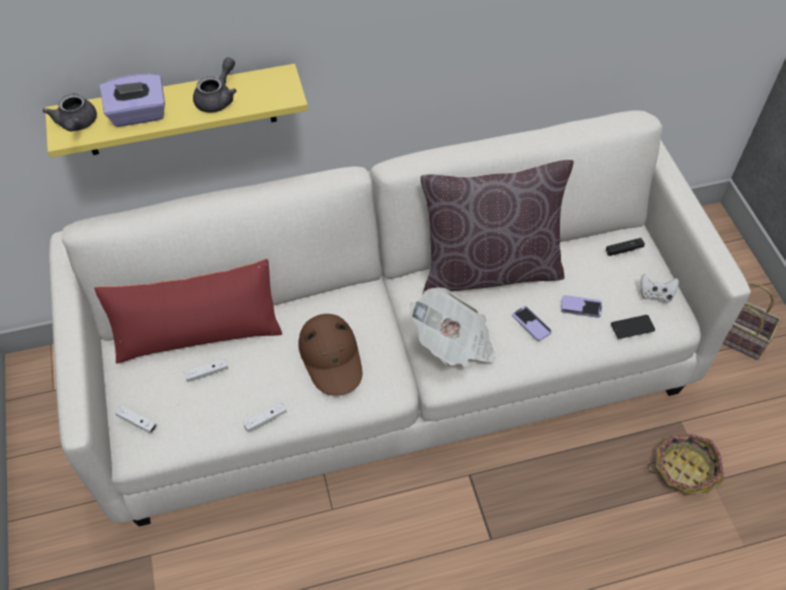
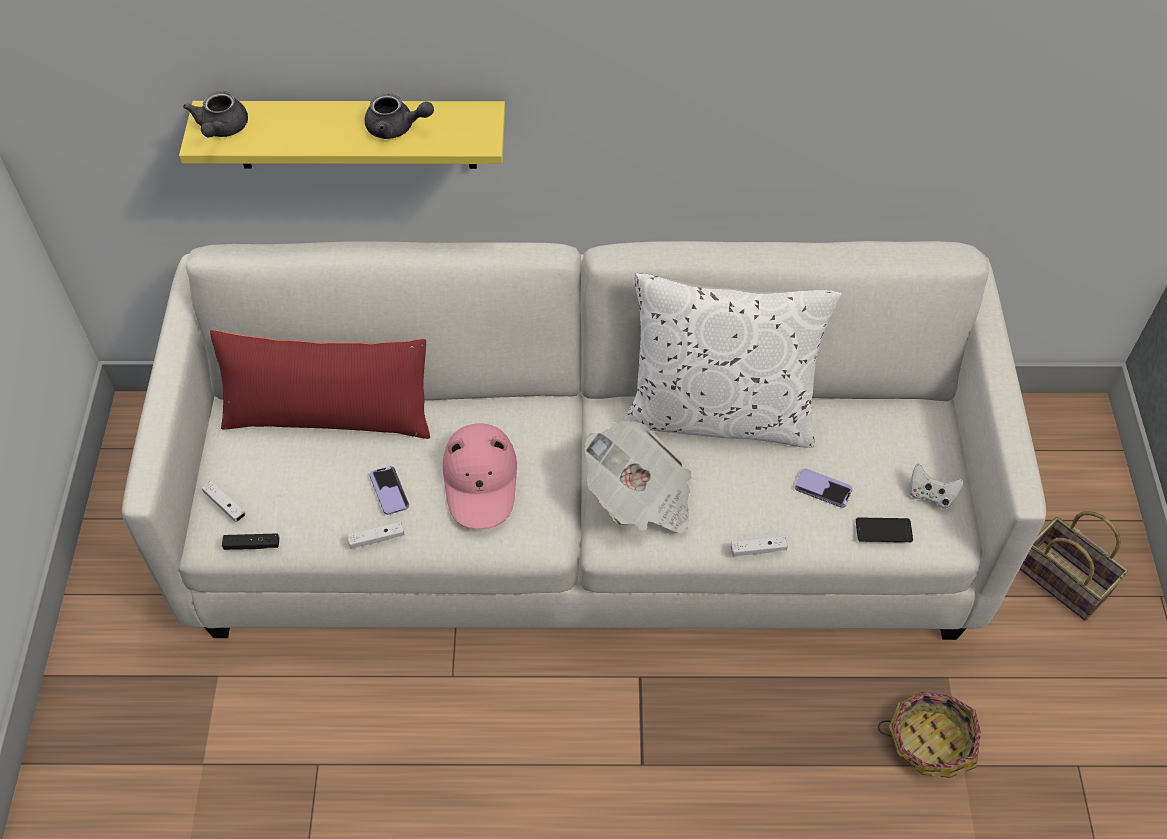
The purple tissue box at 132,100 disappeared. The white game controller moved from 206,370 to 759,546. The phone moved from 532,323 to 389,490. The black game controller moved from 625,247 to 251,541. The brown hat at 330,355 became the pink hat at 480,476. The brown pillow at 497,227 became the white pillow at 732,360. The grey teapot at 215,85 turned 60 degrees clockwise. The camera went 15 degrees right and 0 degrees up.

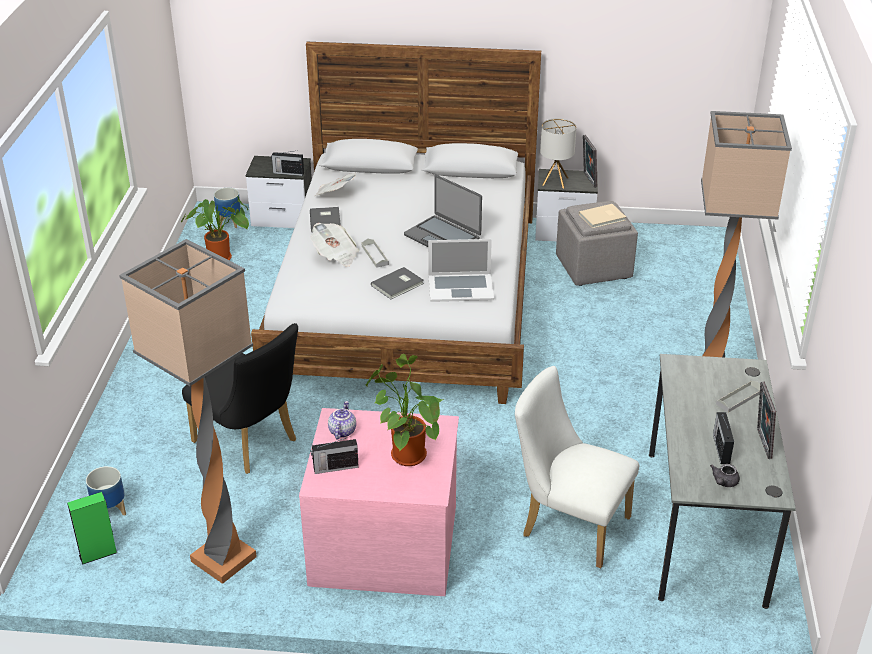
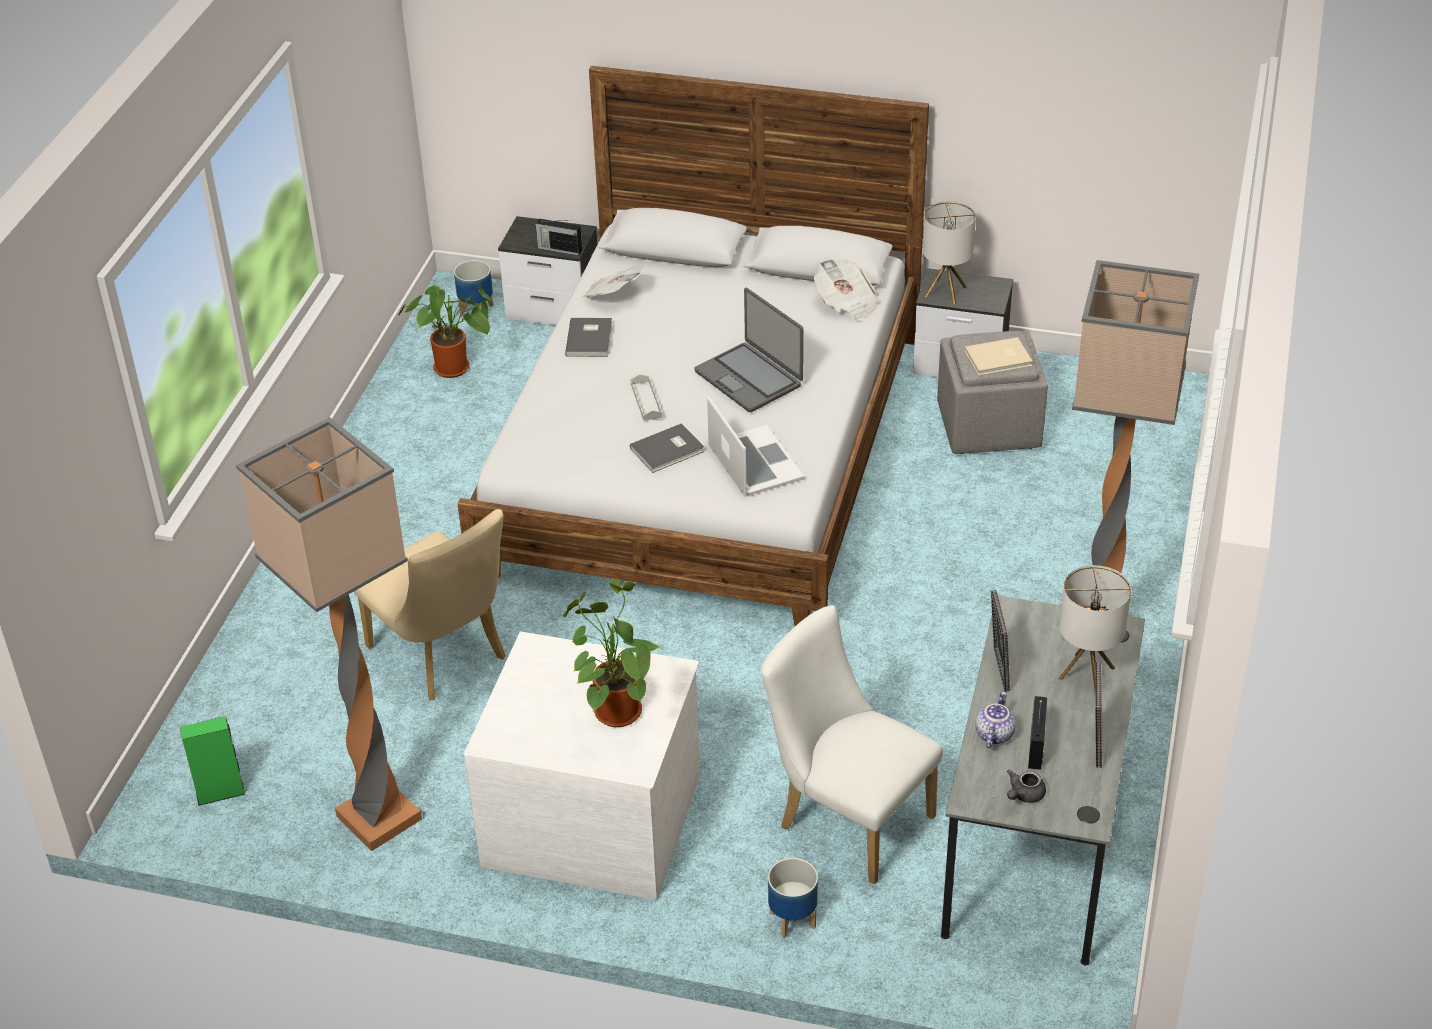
The radio at 334,455 disappeared. The planter moved from 106,490 to 793,898. The newspaper moved from 335,245 to 846,289. The teapot moved from 342,420 to 996,720. The picture frame moved from 590,161 to 1000,641. The grey tray at 738,396 was replaced by the table lamp at 1095,627. The black chair at 240,398 became the beige chair at 430,604. The pink dresser at 379,502 became the white dresser at 582,765. The laptop at 461,270 turned 120 degrees counterclockwise. The camera went 10 degrees right and 5 degrees up.

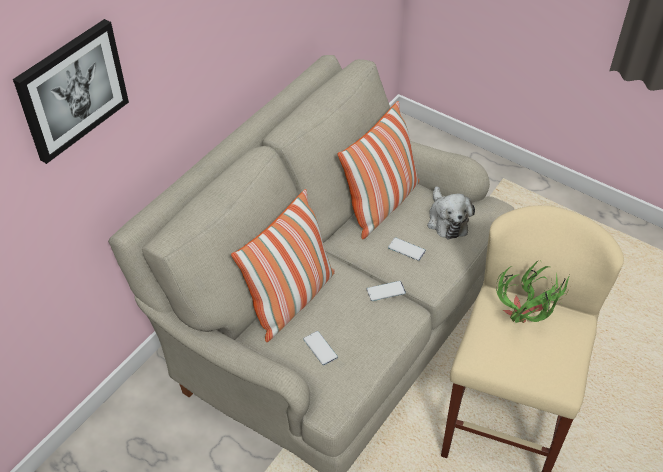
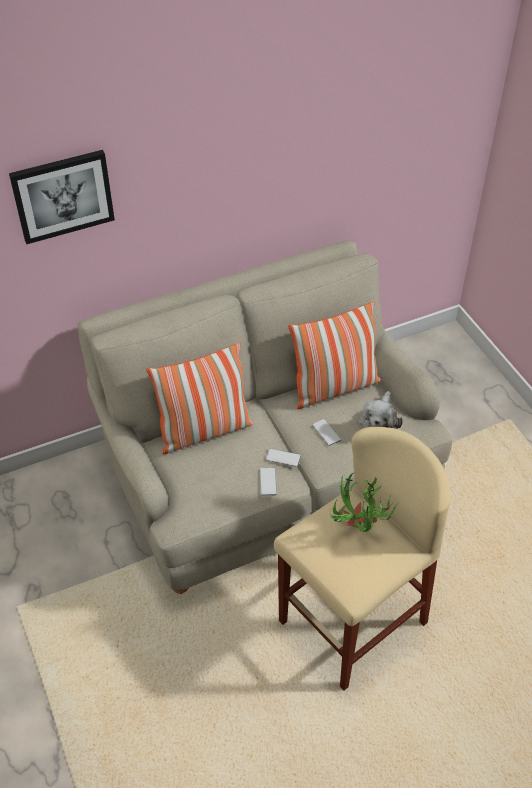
The phone moved from 320,348 to 268,481. The camera went 30 degrees right and 0 degrees up.

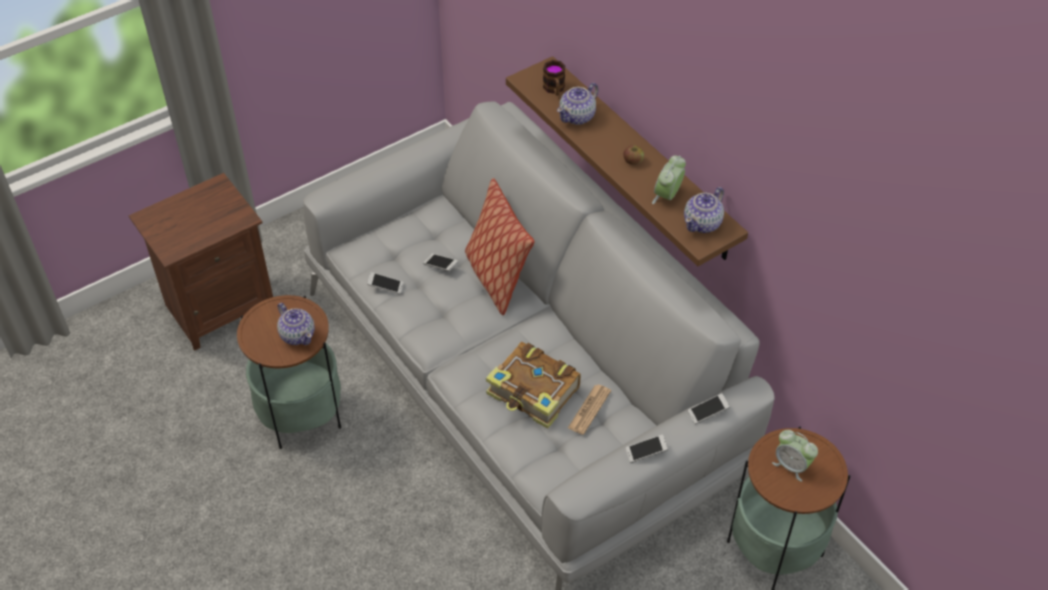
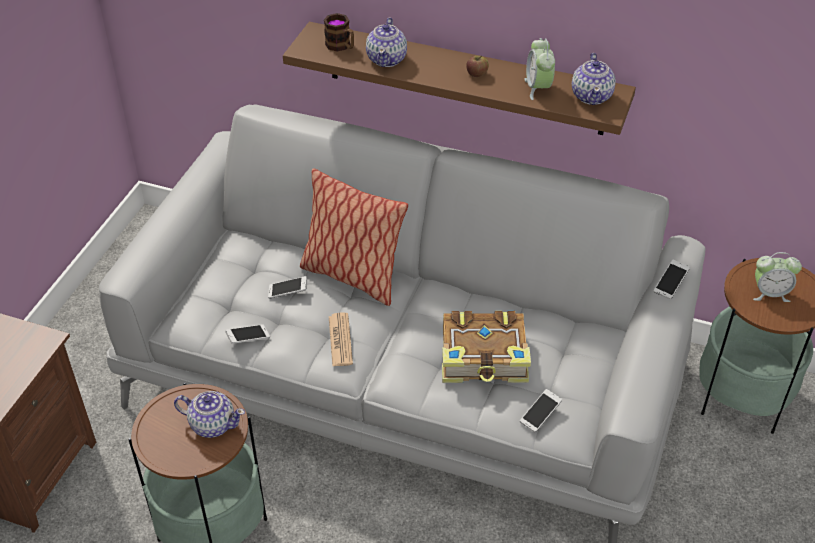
The newspaper moved from 589,410 to 341,340. The phone moved from 647,448 to 541,410. The camera went 35 degrees left and 5 degrees down.

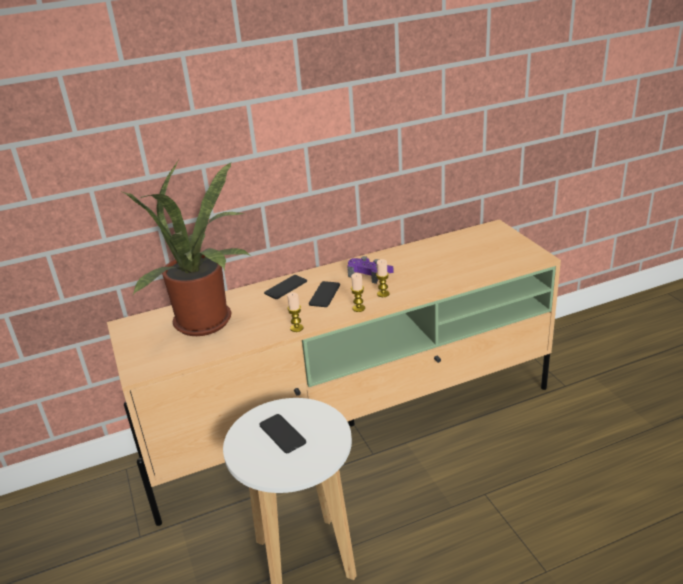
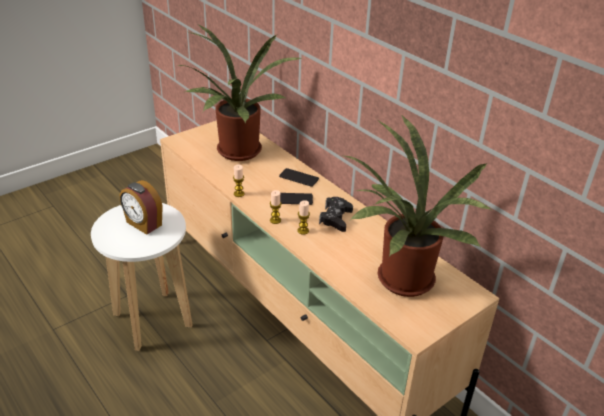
The potted plant at 416,205 appeared. The phone at 282,433 was replaced by the alarm clock at 141,207. The purple game controller at 370,270 became the black game controller at 336,214. The camera went 70 degrees right and 5 degrees up.

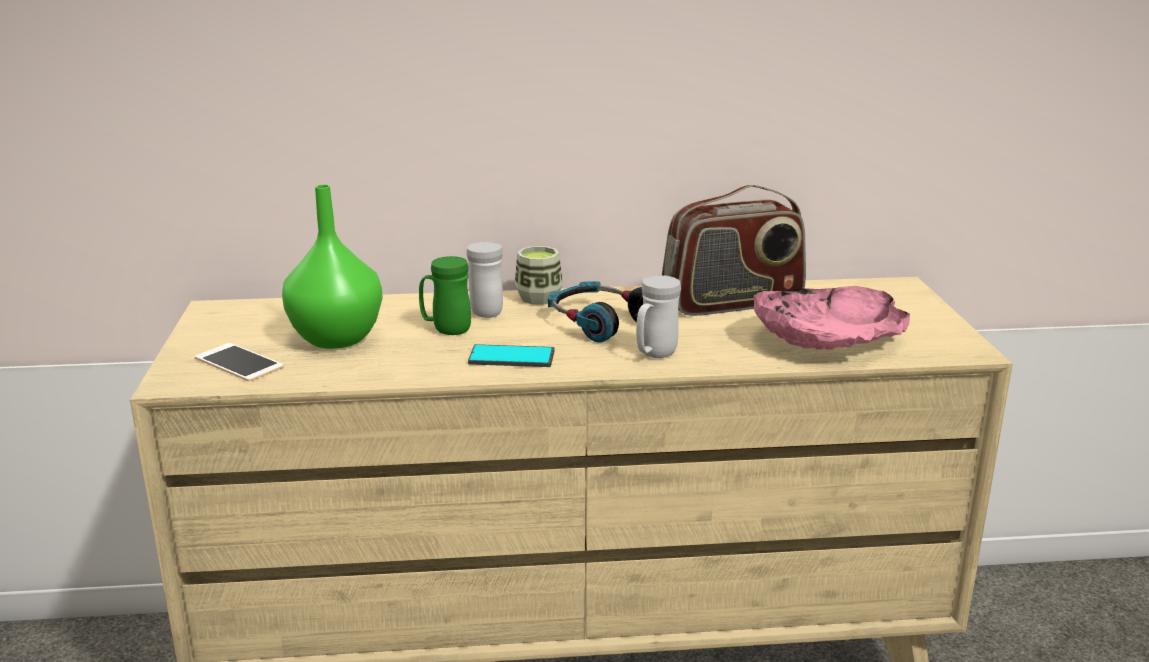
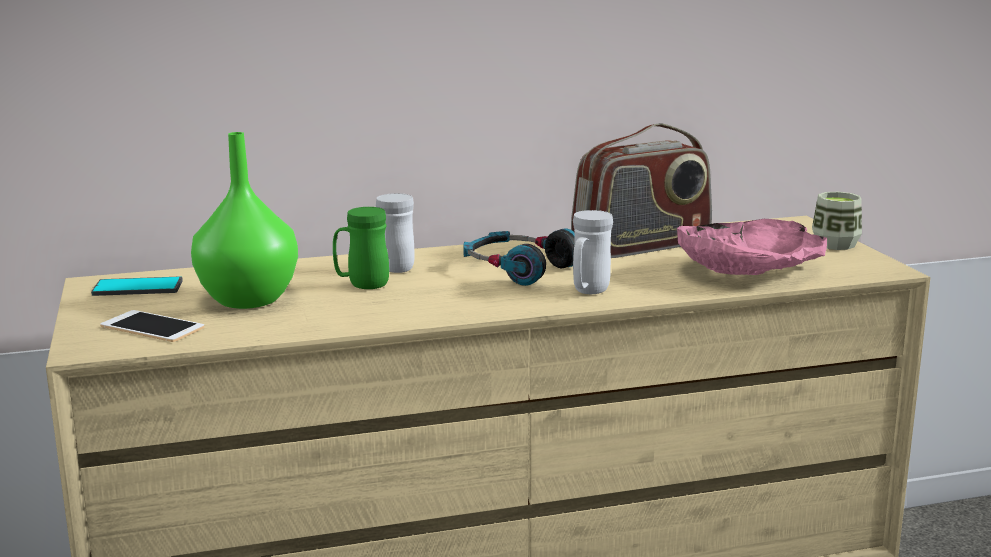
The phone moved from 511,355 to 137,286. The cup moved from 539,275 to 837,221. The camera went 10 degrees left and 5 degrees down.

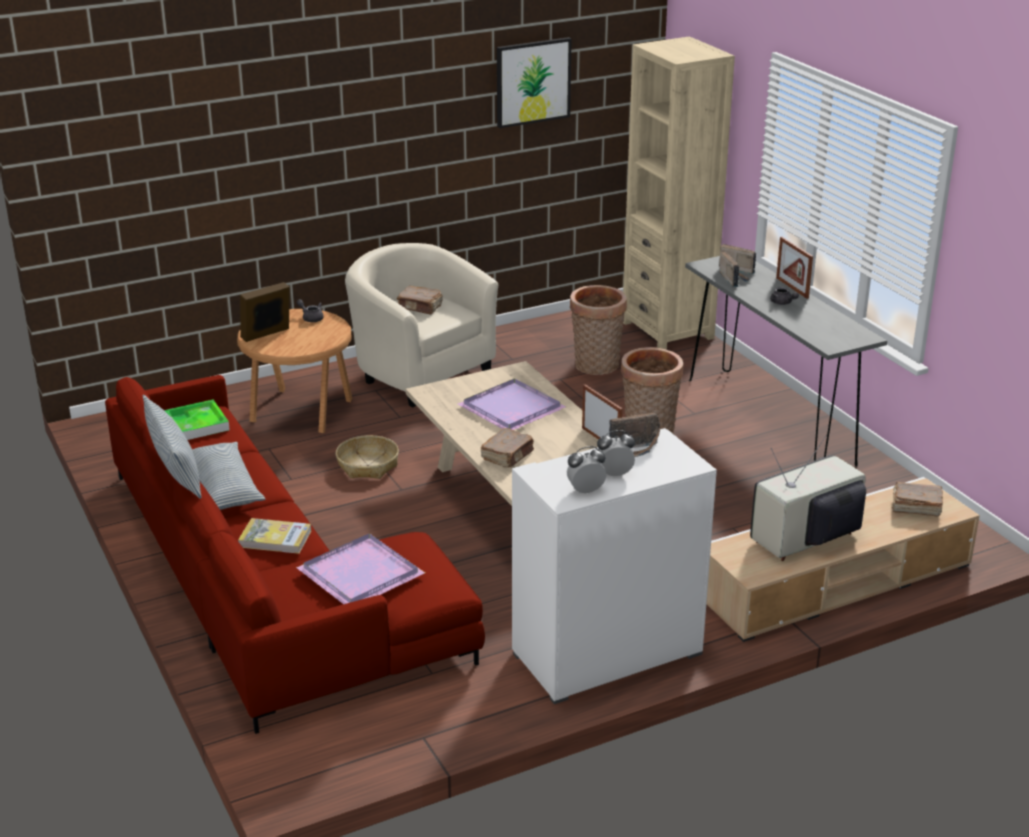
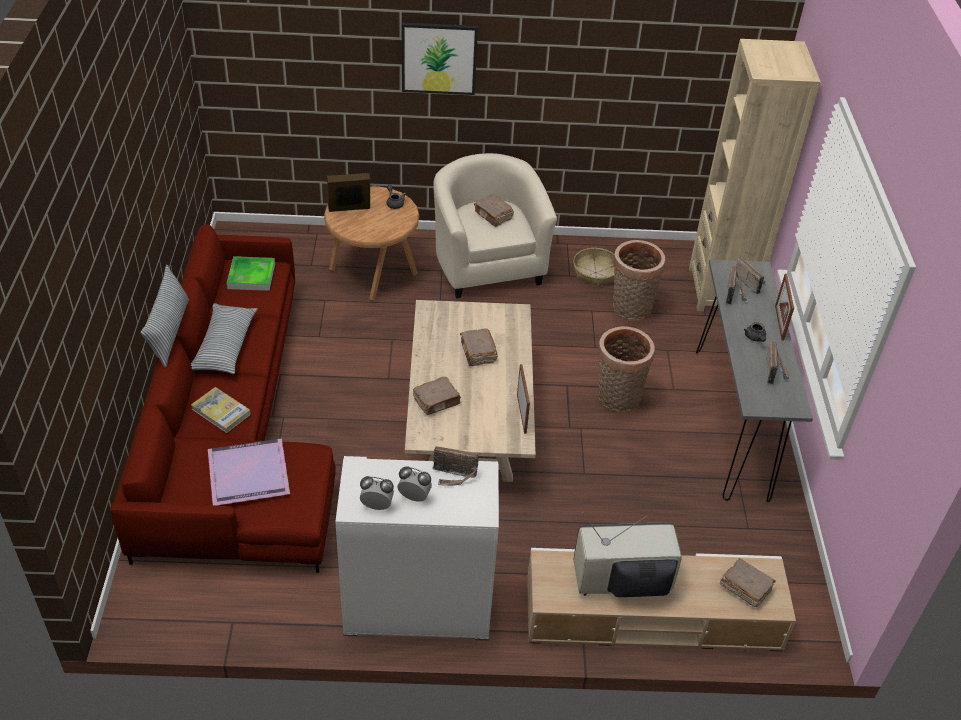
The radio at 779,363 appeared. The basket moved from 367,457 to 594,267. The picture moved from 534,82 to 440,58. The purple tray at 512,404 was replaced by the brown book at 479,347. The camera went 25 degrees right and 15 degrees up.

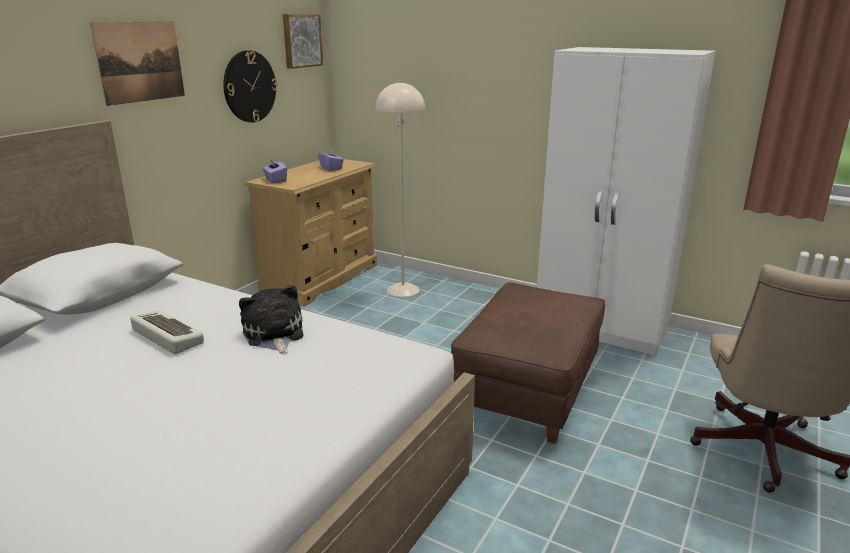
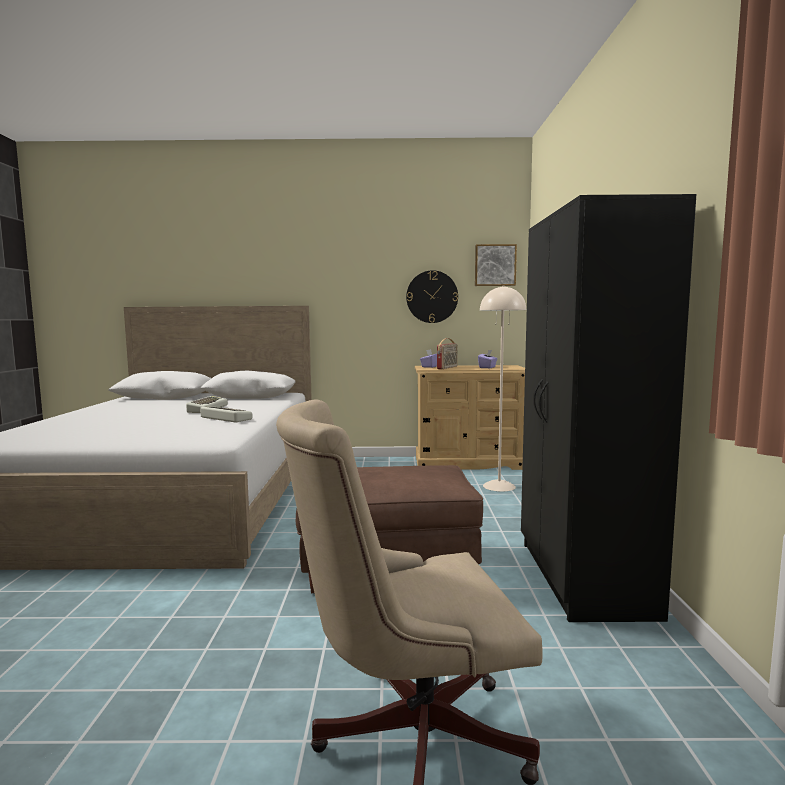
The picture at 137,63 disappeared. The radio at 447,353 appeared. The plush toy at 271,319 was replaced by the keyboard at 226,414. The white wardrobe at 626,201 became the black wardrobe at 608,408. The camera went 60 degrees right and 15 degrees down.

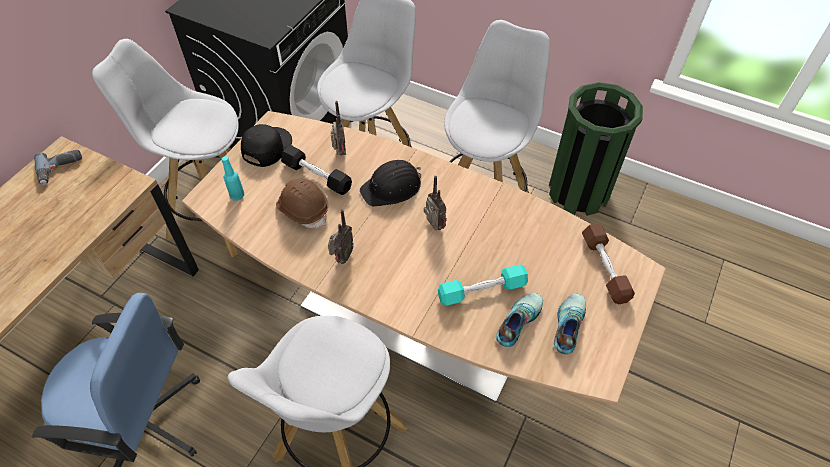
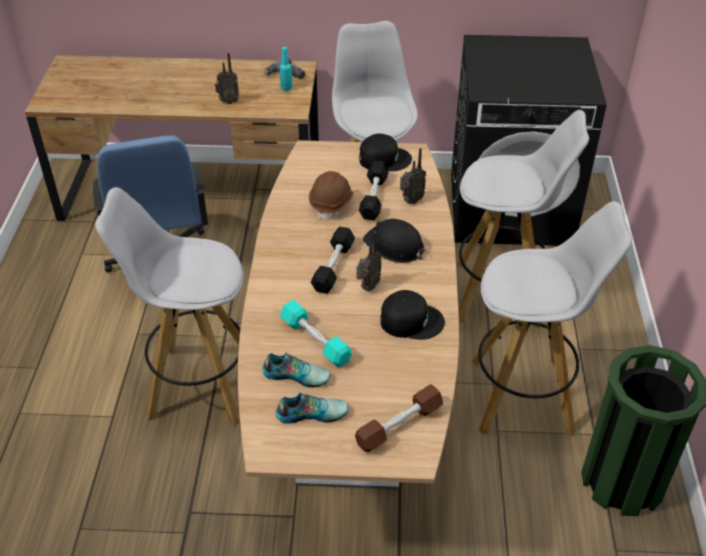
The black dumbbell at 333,260 appeared. The black cap at 412,315 appeared. The turquoise bottle moved from 233,178 to 286,69. The radio moved from 341,236 to 227,78. The camera went 65 degrees right and 10 degrees down.

